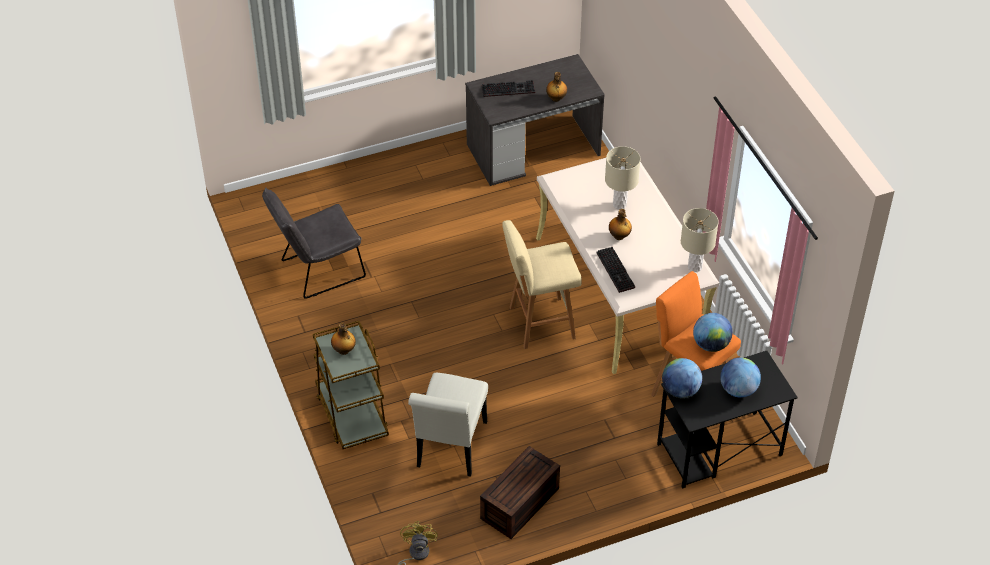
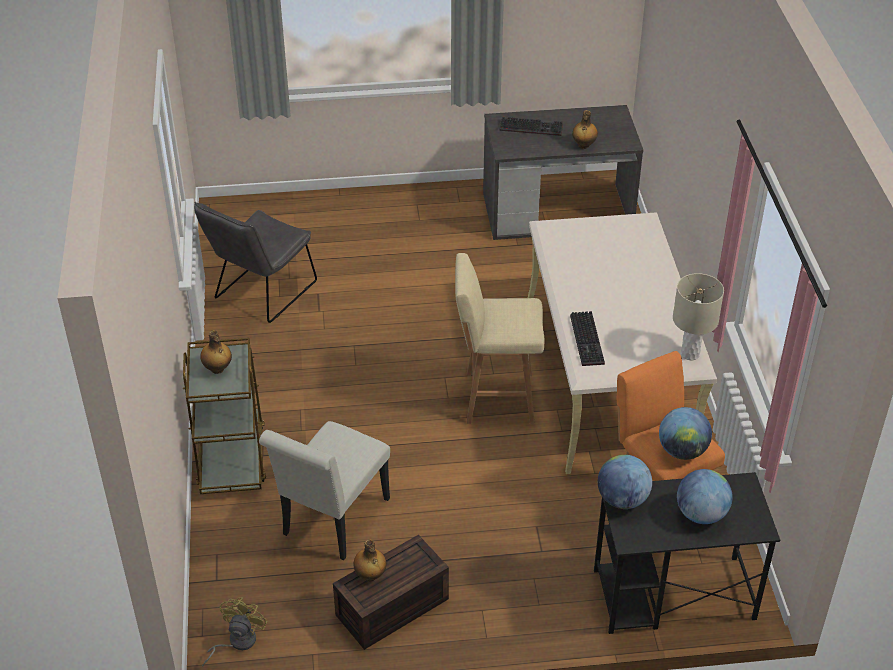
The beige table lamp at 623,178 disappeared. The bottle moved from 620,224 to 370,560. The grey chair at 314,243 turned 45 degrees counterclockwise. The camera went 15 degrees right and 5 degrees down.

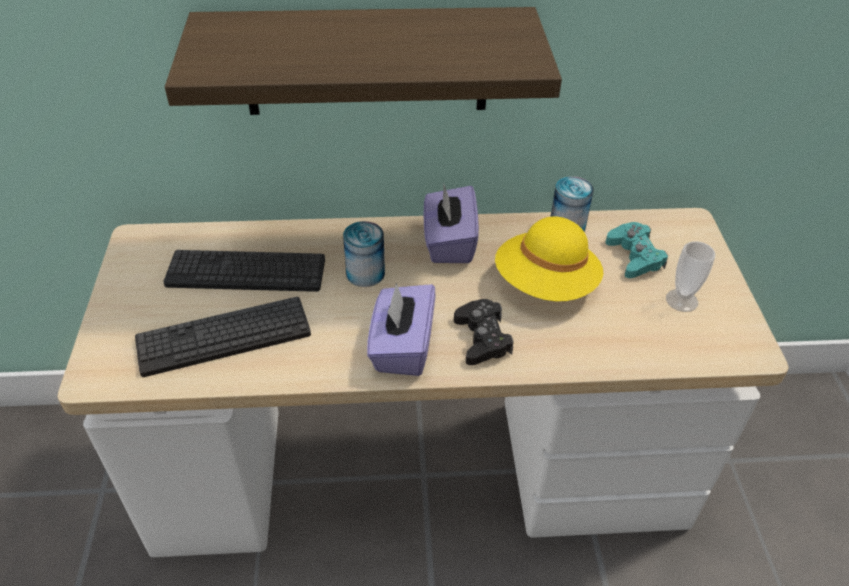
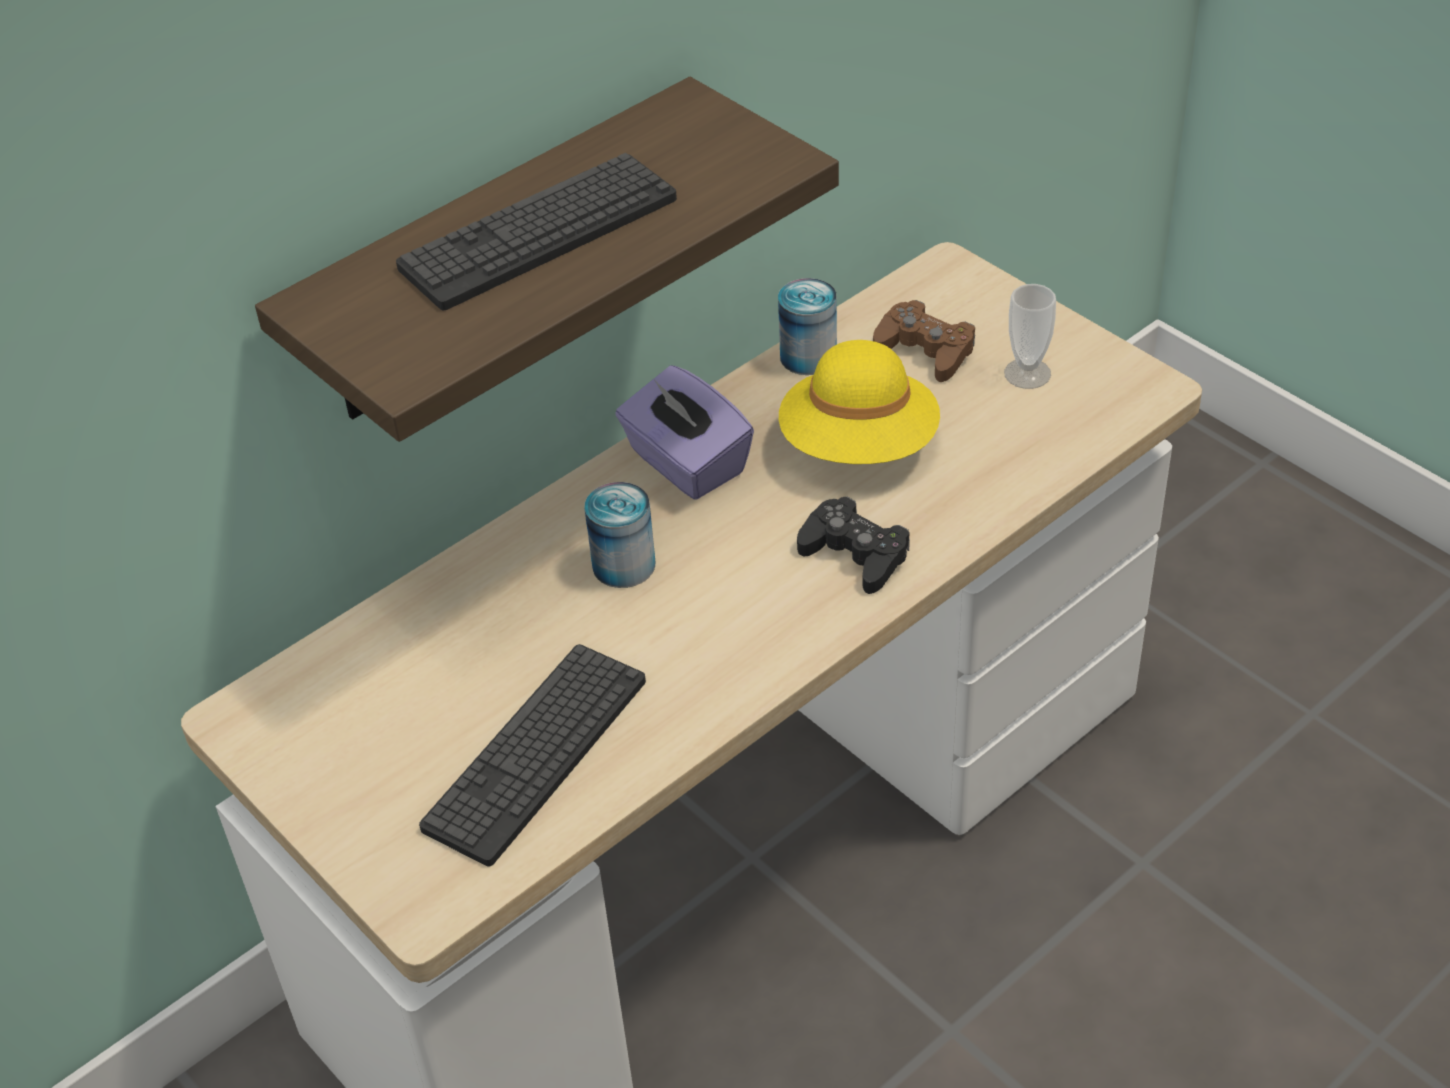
The purple tissue box at 401,329 disappeared. The keyboard moved from 244,271 to 536,232. The turquoise game controller at 636,250 became the brown game controller at 924,341. The camera went 35 degrees left and 0 degrees up.

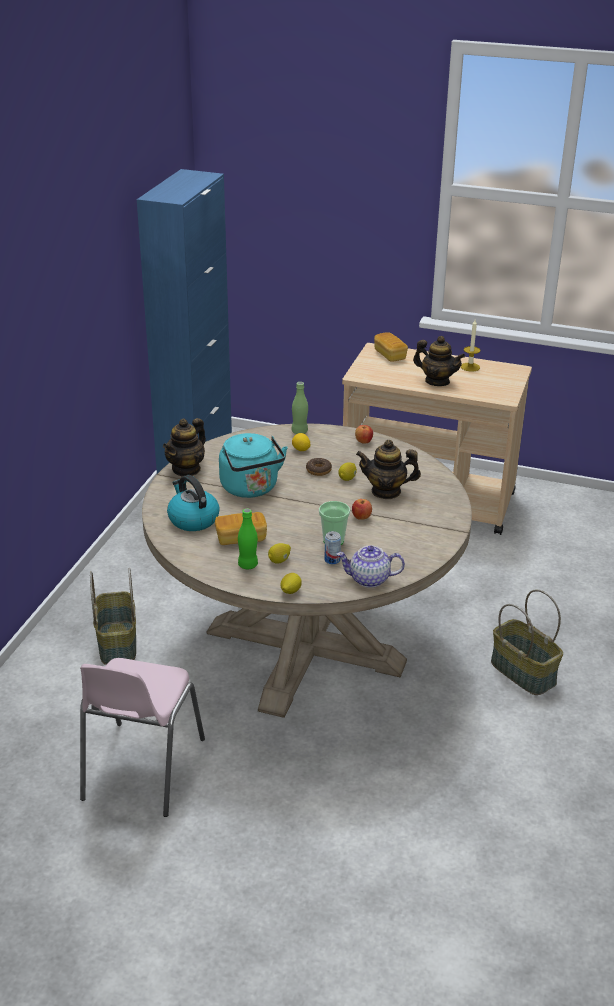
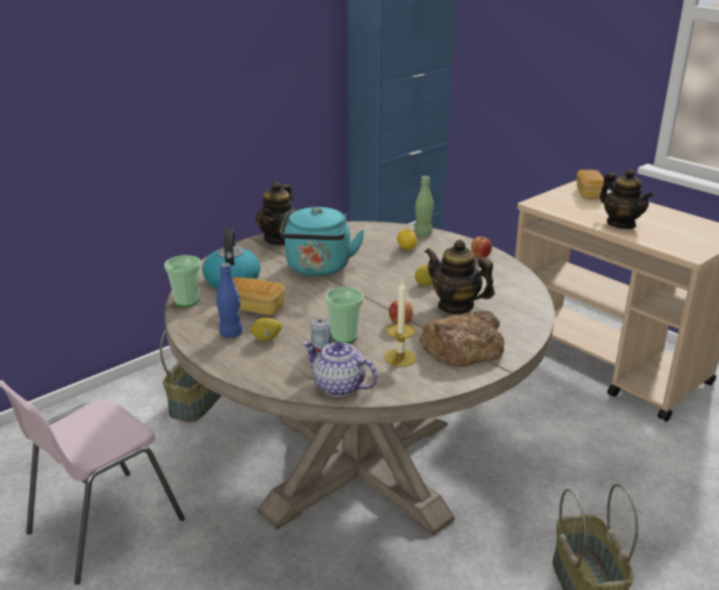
The lemon at 291,583 disappeared. The donut at 319,467 disappeared. The cup at 182,281 appeared. The bread at 461,338 appeared. The candle moved from 470,346 to 400,323. The green bottle at 248,538 became the blue bottle at 229,300. The teapot at 184,447 turned 45 degrees counterclockwise. The camera went 30 degrees right and 5 degrees down.

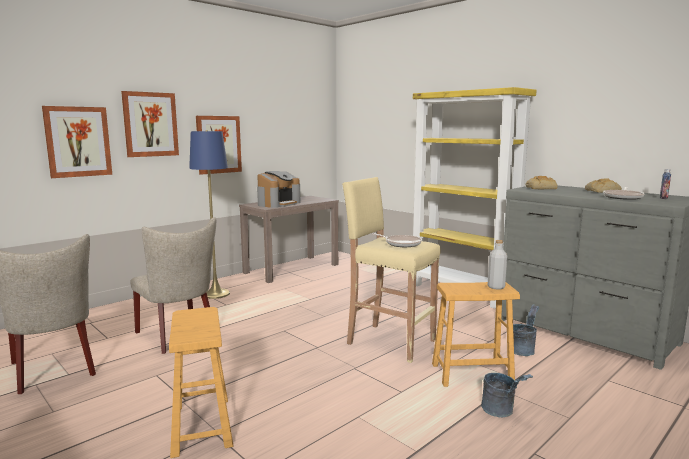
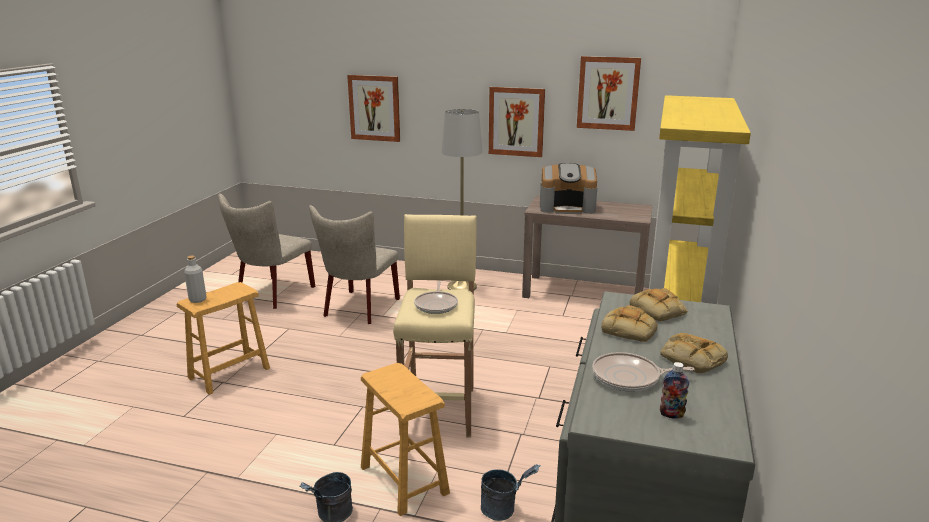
The bread at 629,323 appeared. The picture moved from 150,124 to 609,93. The grey bottle moved from 497,265 to 195,279. The blue floor lamp at 209,214 became the grey floor lamp at 462,199. The camera went 60 degrees right and 10 degrees up.

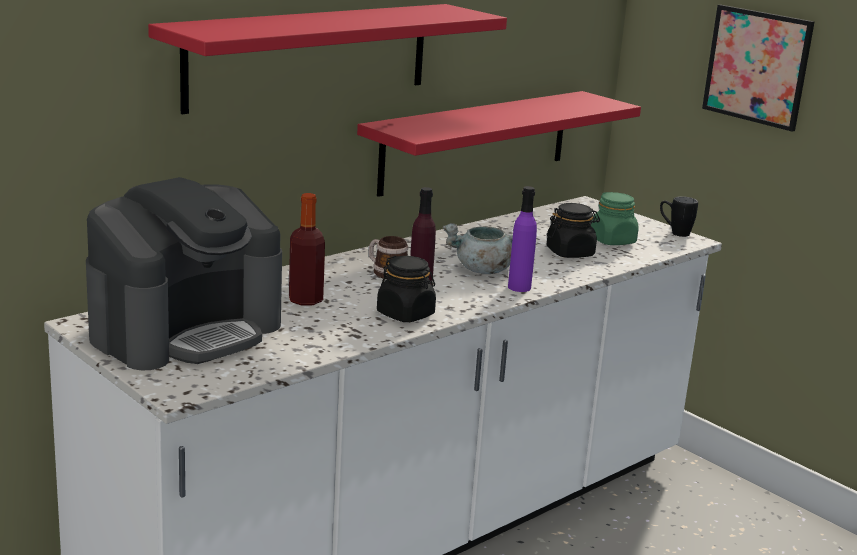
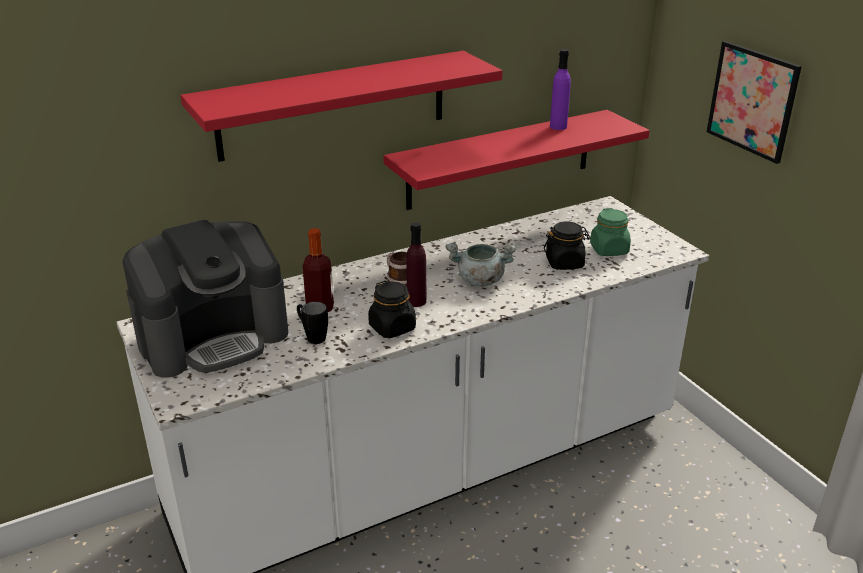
The purple bottle moved from 522,239 to 560,89. The black mug moved from 679,216 to 312,323. The camera went 15 degrees right and 10 degrees up.

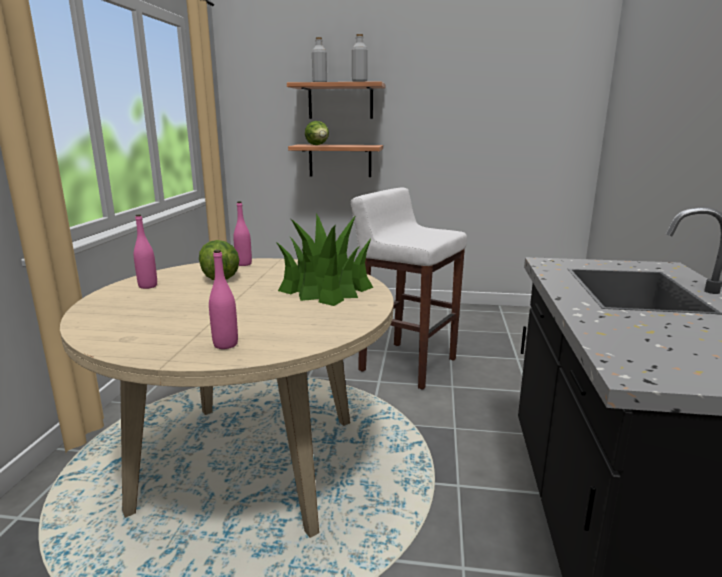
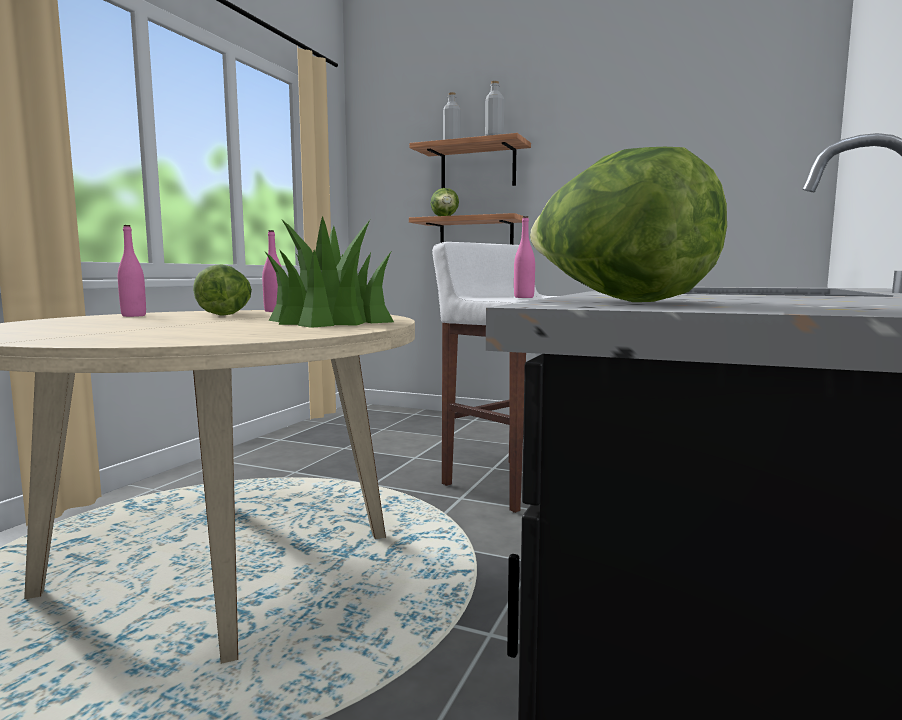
The lettuce at 628,224 appeared. The pink bottle moved from 223,299 to 524,257. The camera went 15 degrees right and 10 degrees down.

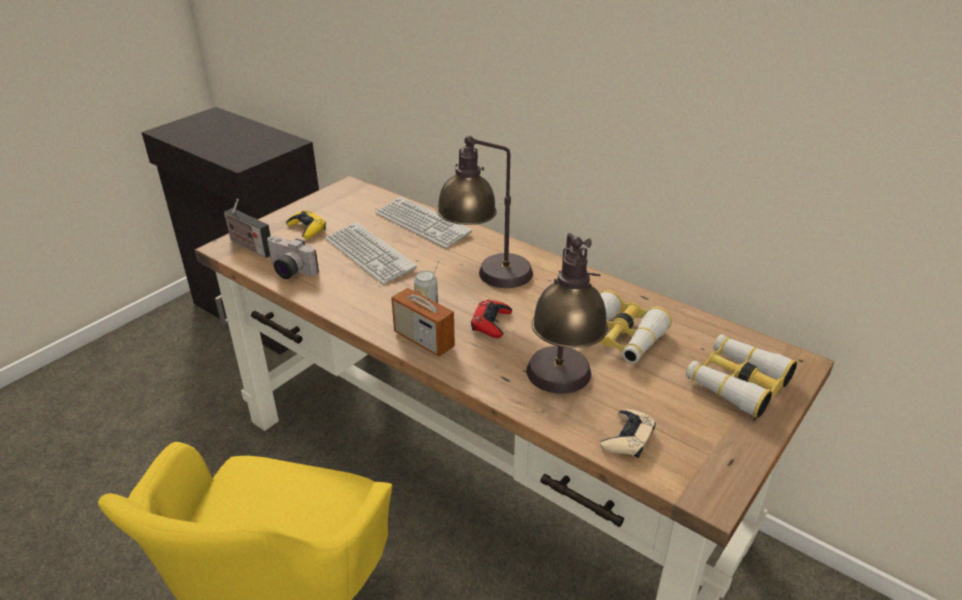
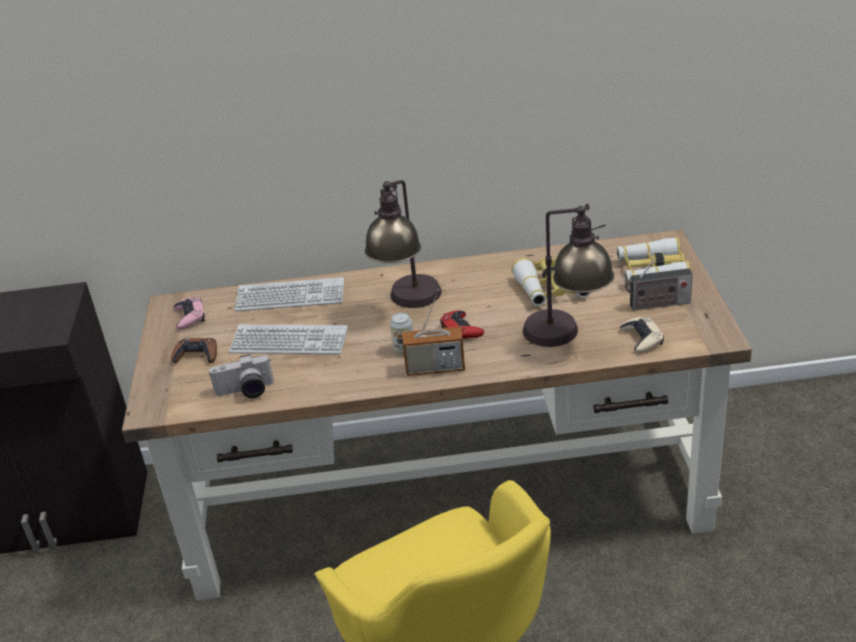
The pink game controller at 189,313 appeared. The radio moved from 247,228 to 659,285. The yellow game controller at 306,224 became the brown game controller at 194,350. The camera went 40 degrees left and 0 degrees up.

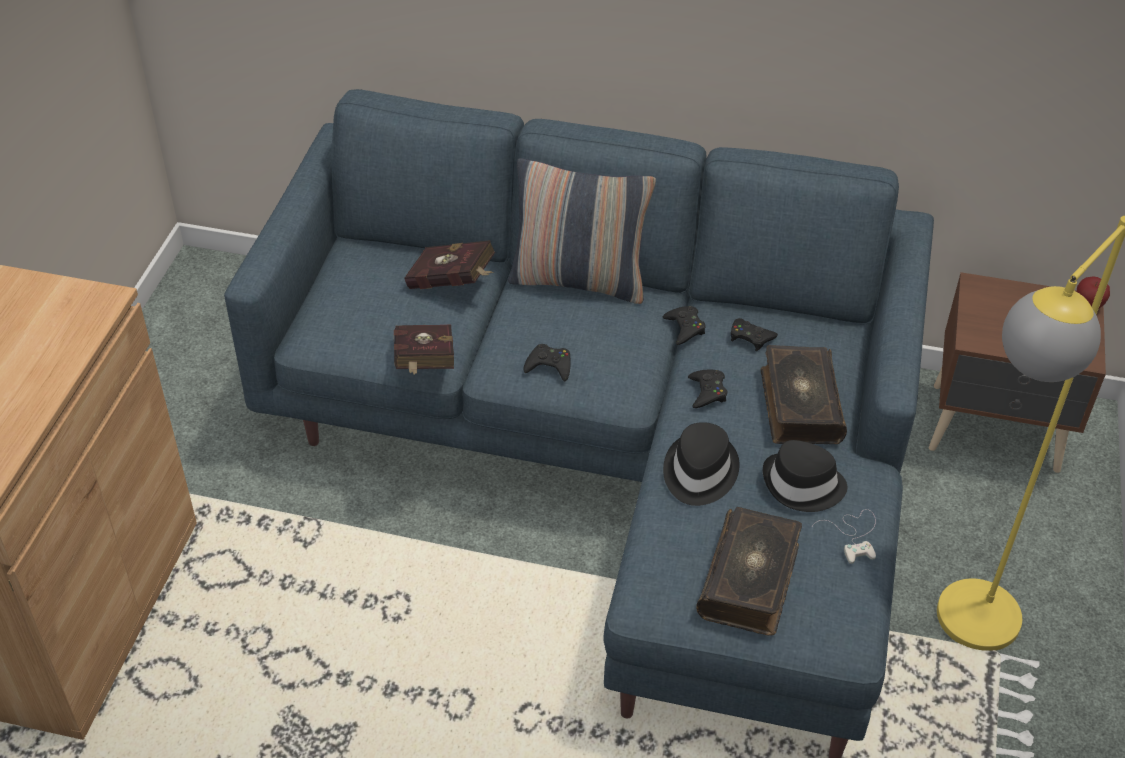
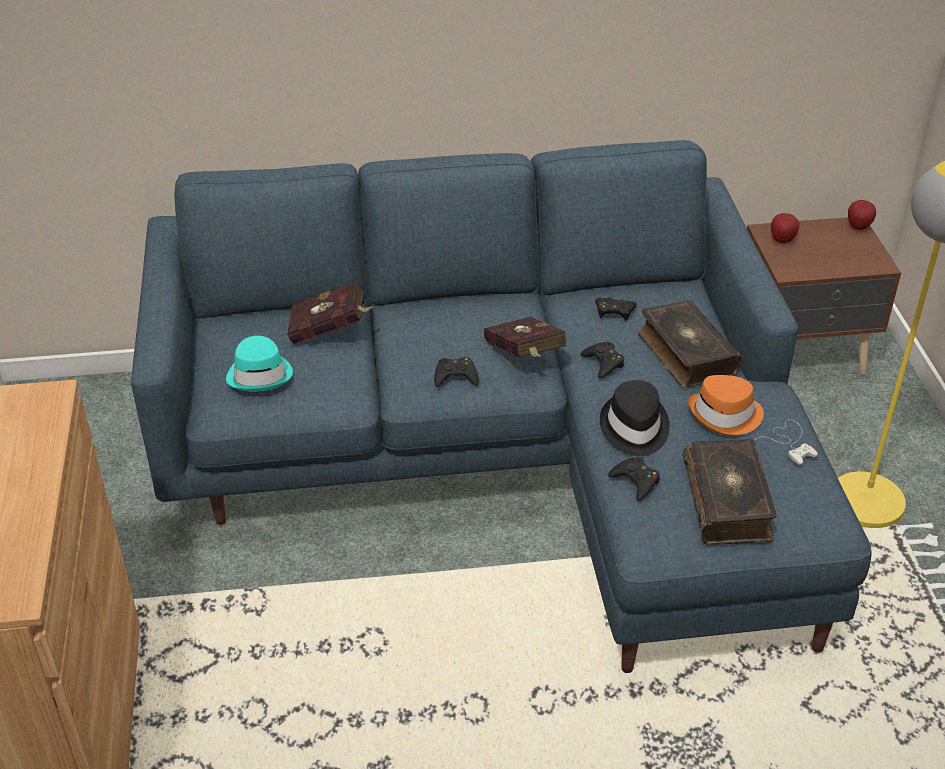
The pillow at 582,231 disappeared. The turquoise hat at 259,364 appeared. The apple at 785,228 appeared. The red book moved from 424,349 to 525,337. The black game controller moved from 684,325 to 634,479. The black hat at 805,476 became the orange hat at 726,405. The camera went 20 degrees left and 5 degrees down.

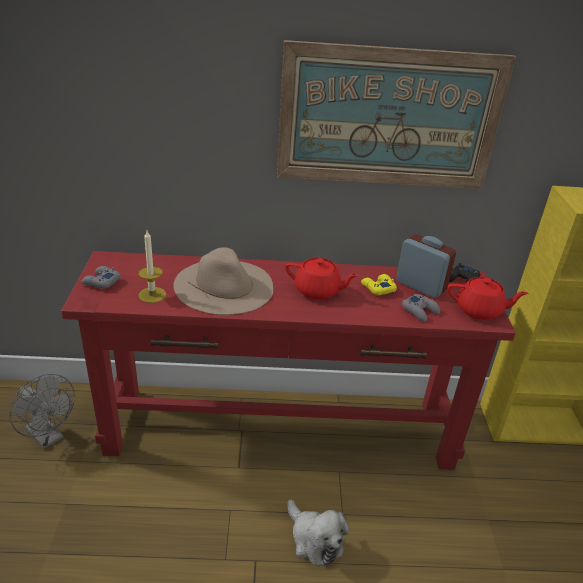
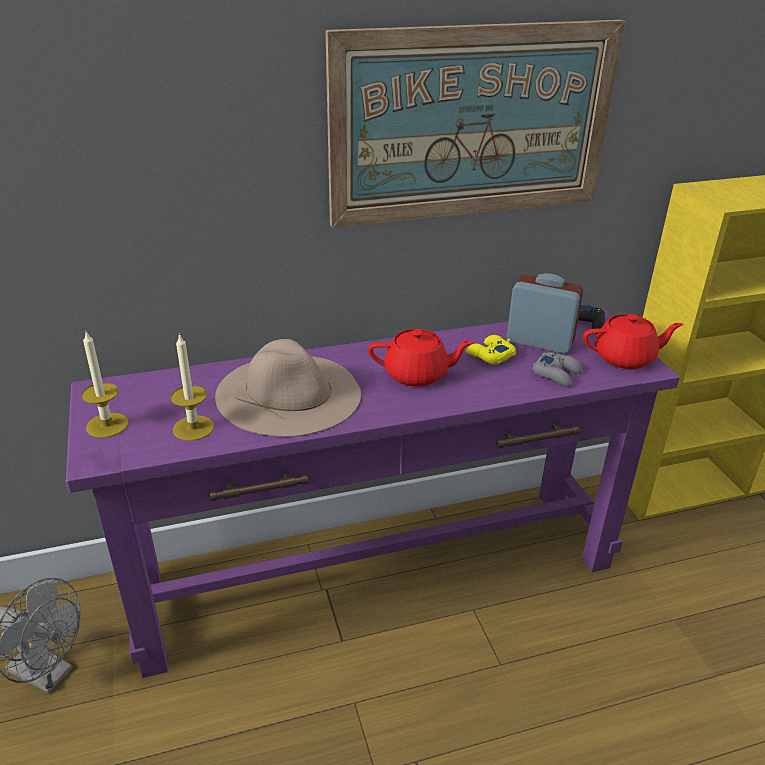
The plush toy at 318,533 disappeared. The grey game controller at 101,277 was replaced by the candle at 105,385. The red console table at 288,360 became the purple console table at 373,493. The camera went 15 degrees left and 0 degrees up.

